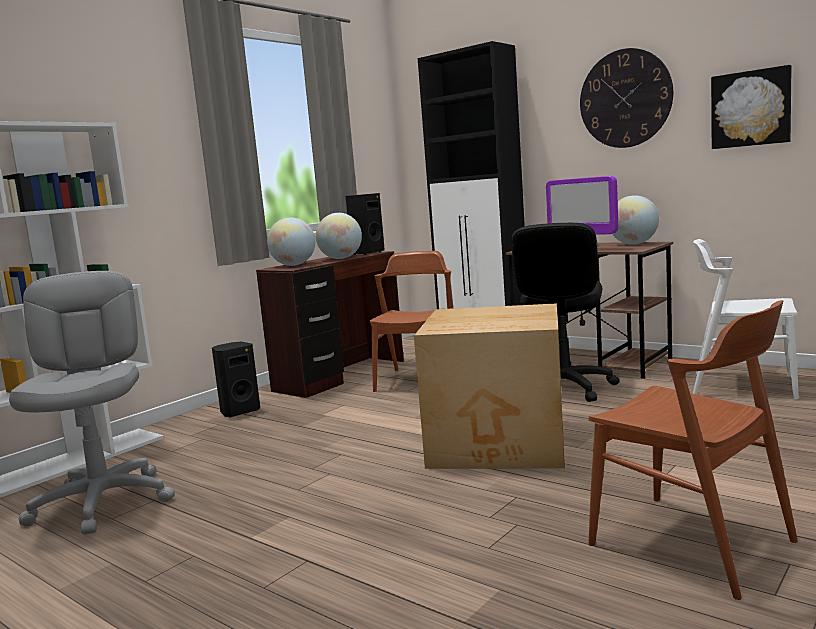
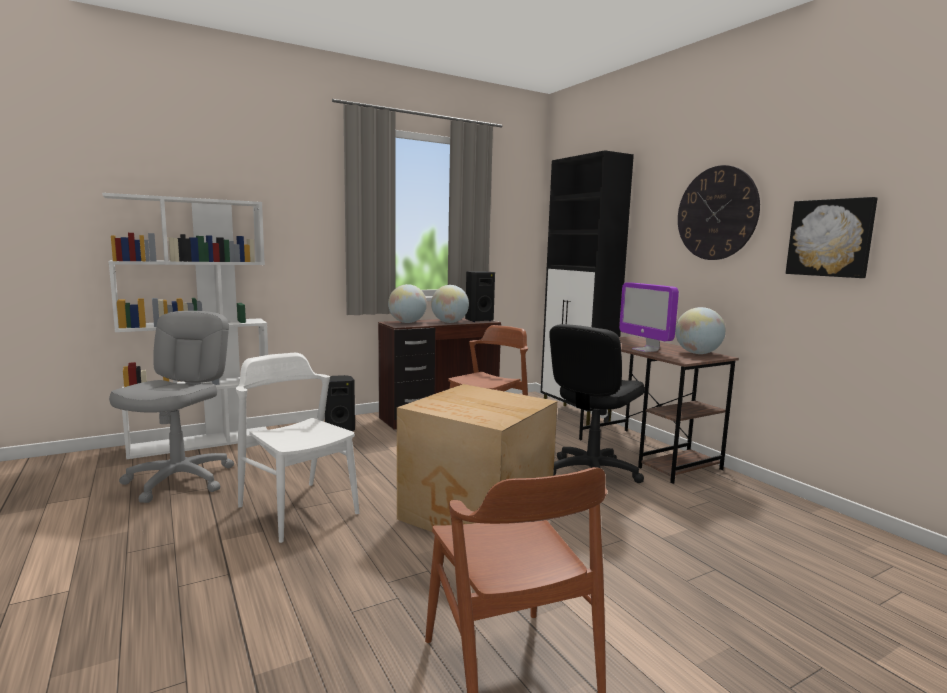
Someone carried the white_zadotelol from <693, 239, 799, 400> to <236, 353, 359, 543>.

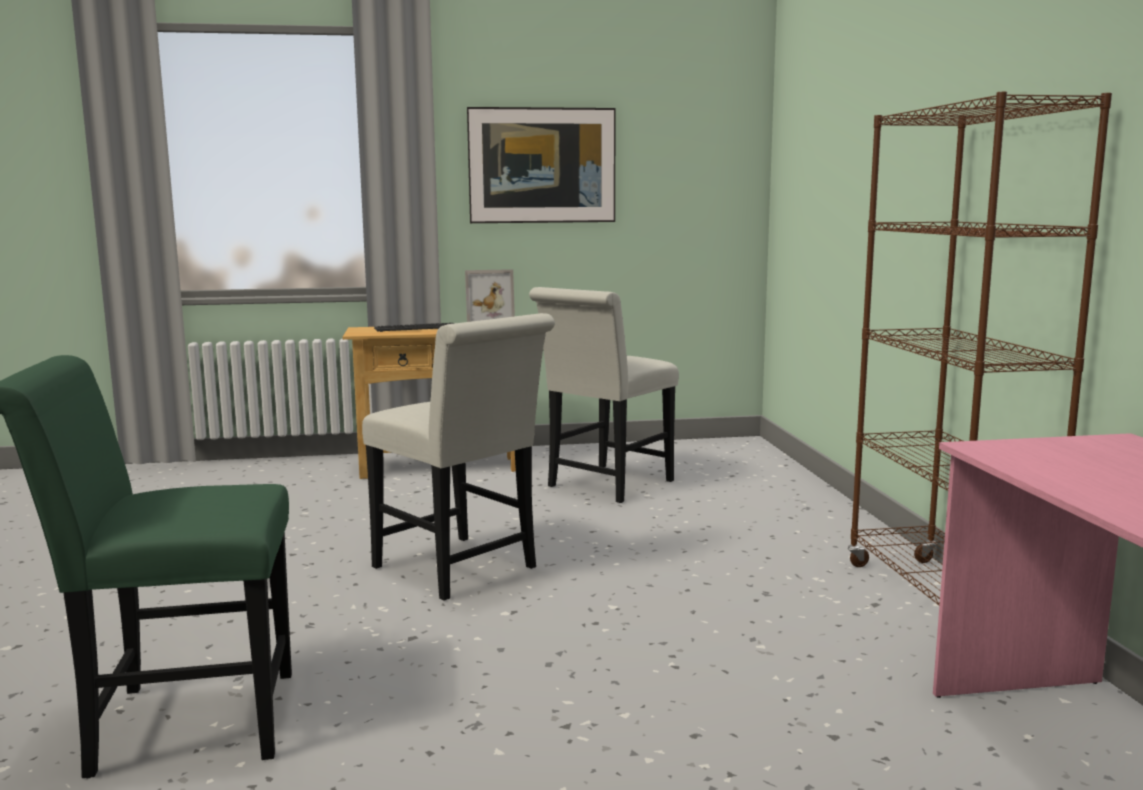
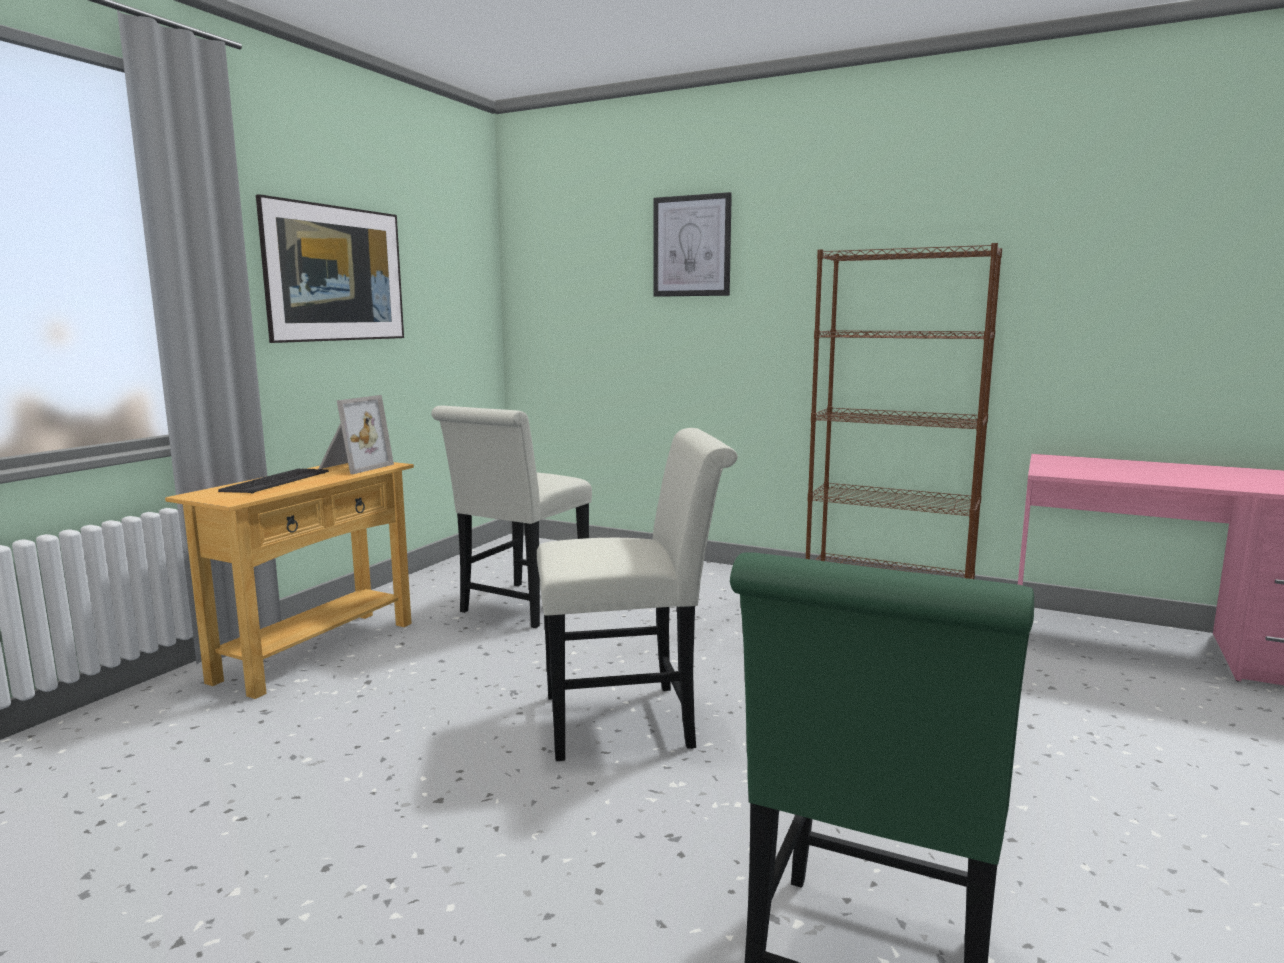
Someone rotated the white_zadotelol at <529, 287, 679, 503> by 45 degrees clockwise.
Someone put up the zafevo at <653, 192, 732, 297>.

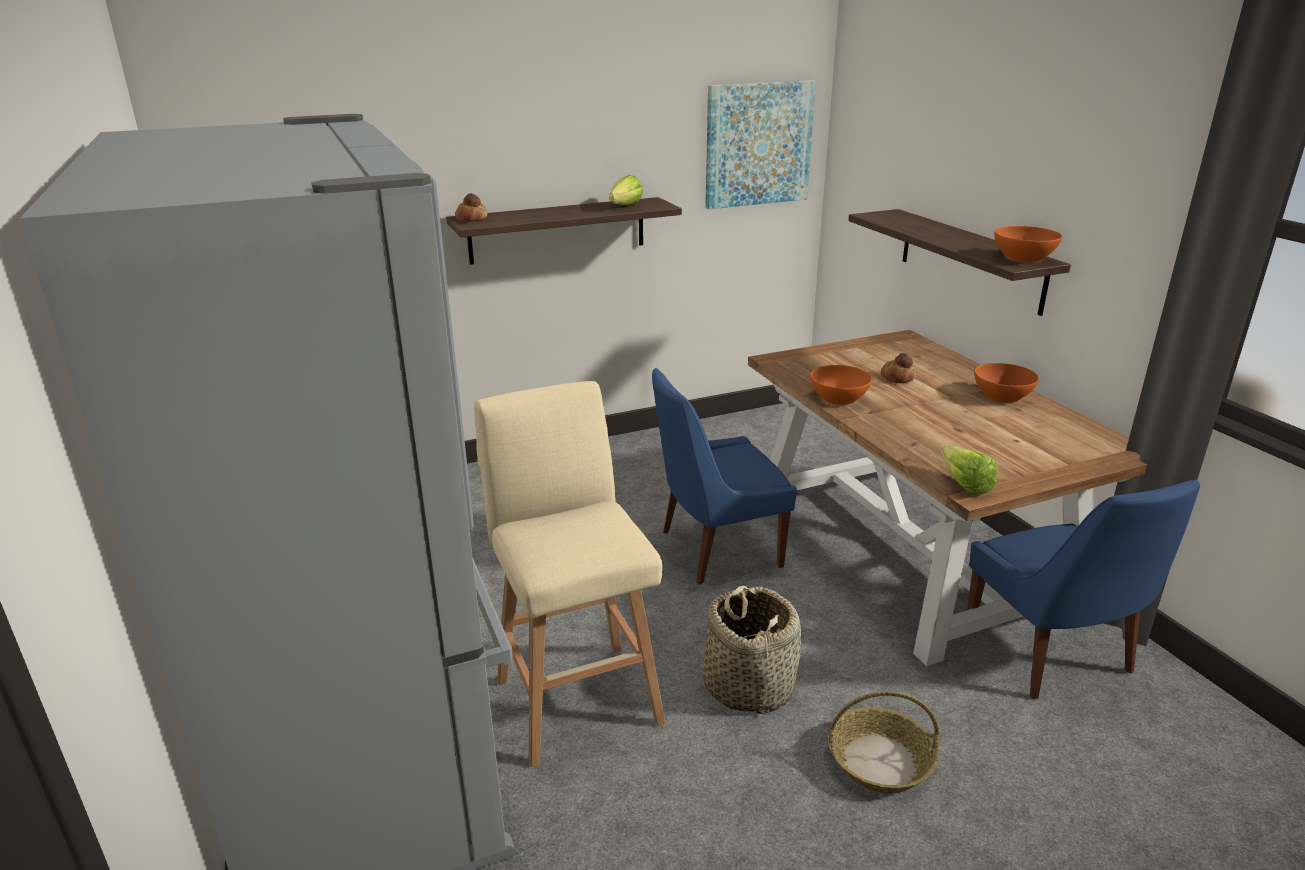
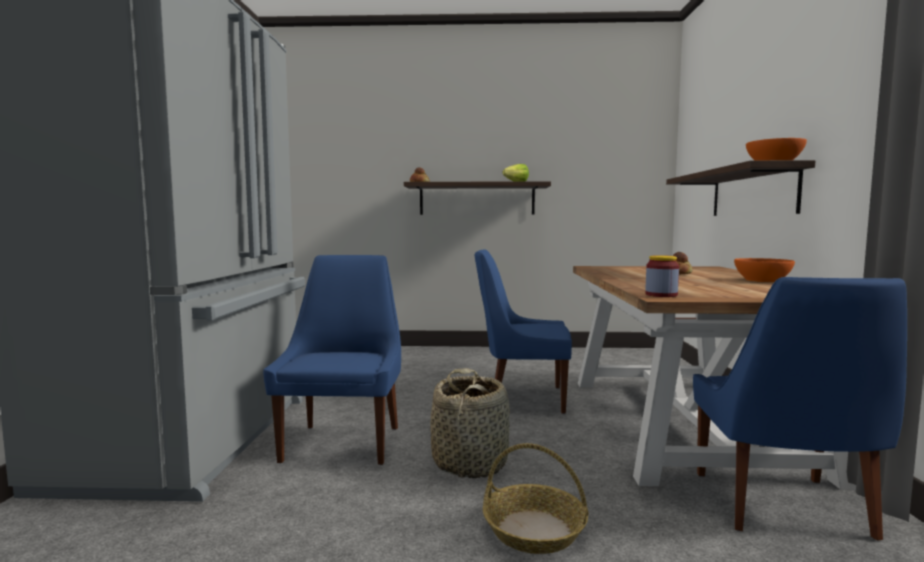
Someone took away the zafevo at <705, 80, 816, 209>.
Someone took away the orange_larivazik at <810, 365, 872, 405>.
Someone swapped the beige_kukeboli at <474, 381, 666, 767> for the blue_zadotelol at <263, 255, 401, 465>.
Someone swapped the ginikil at <941, 446, 998, 495> for the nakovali at <645, 255, 679, 297>.

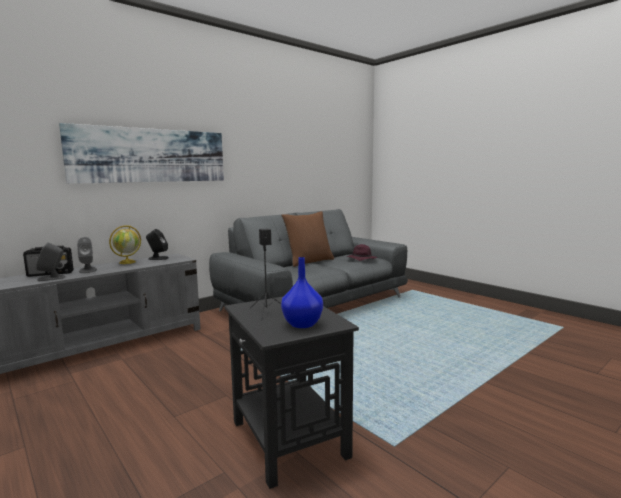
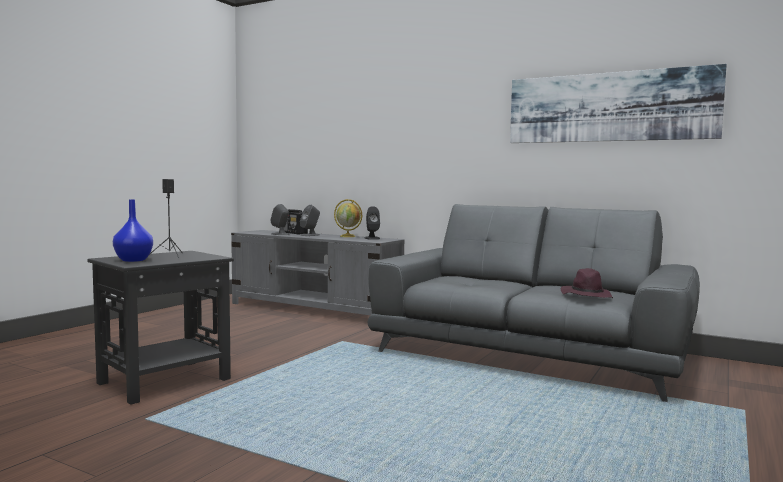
Someone carried the zafevo from <59, 123, 224, 184> to <510, 64, 727, 143>.
Someone took away the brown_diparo at <282, 211, 334, 267>.

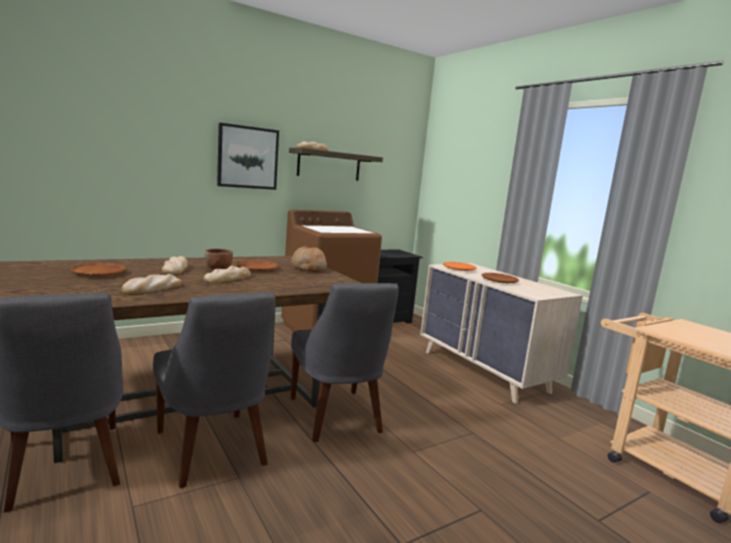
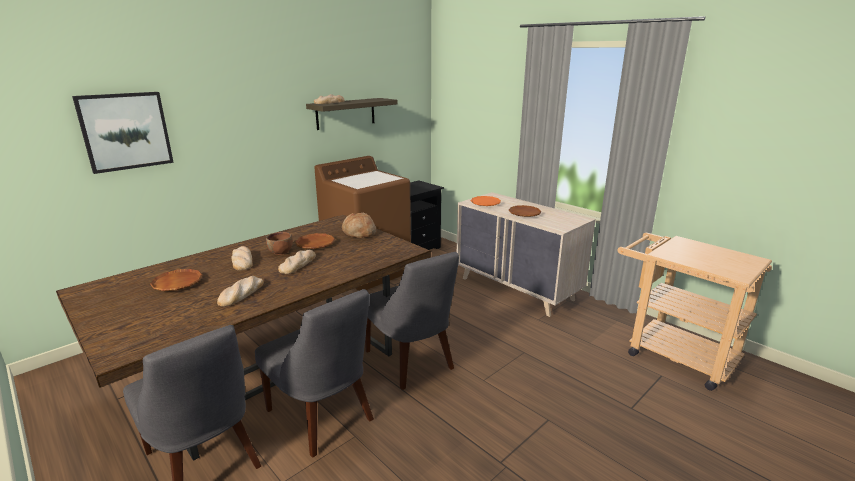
Someone carried the zafevo from <217, 123, 279, 190> to <72, 92, 174, 174>.

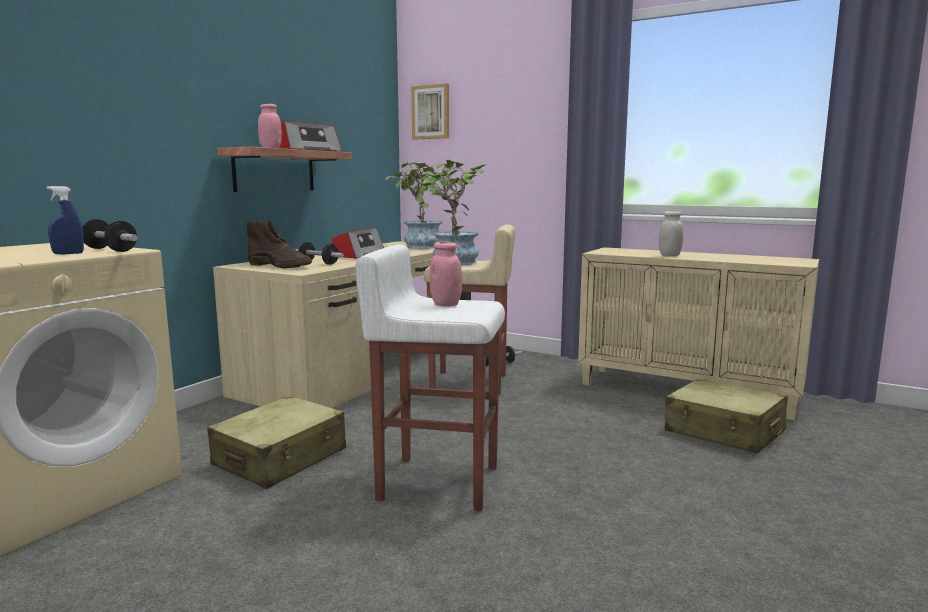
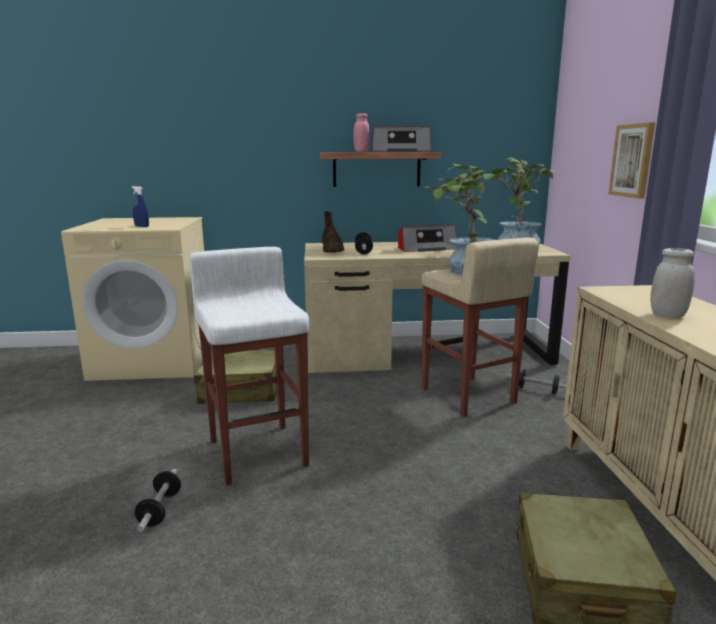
Someone carried the zafevo from <411, 83, 449, 140> to <608, 123, 655, 199>.
Someone carried the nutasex from <82, 219, 138, 252> to <135, 469, 181, 532>.
Someone took away the pink_nakovali at <430, 242, 462, 306>.

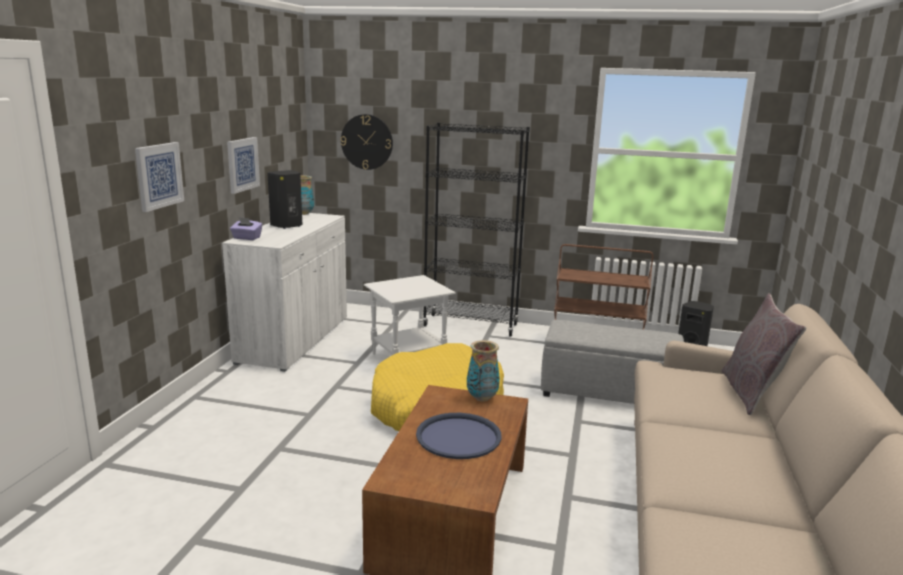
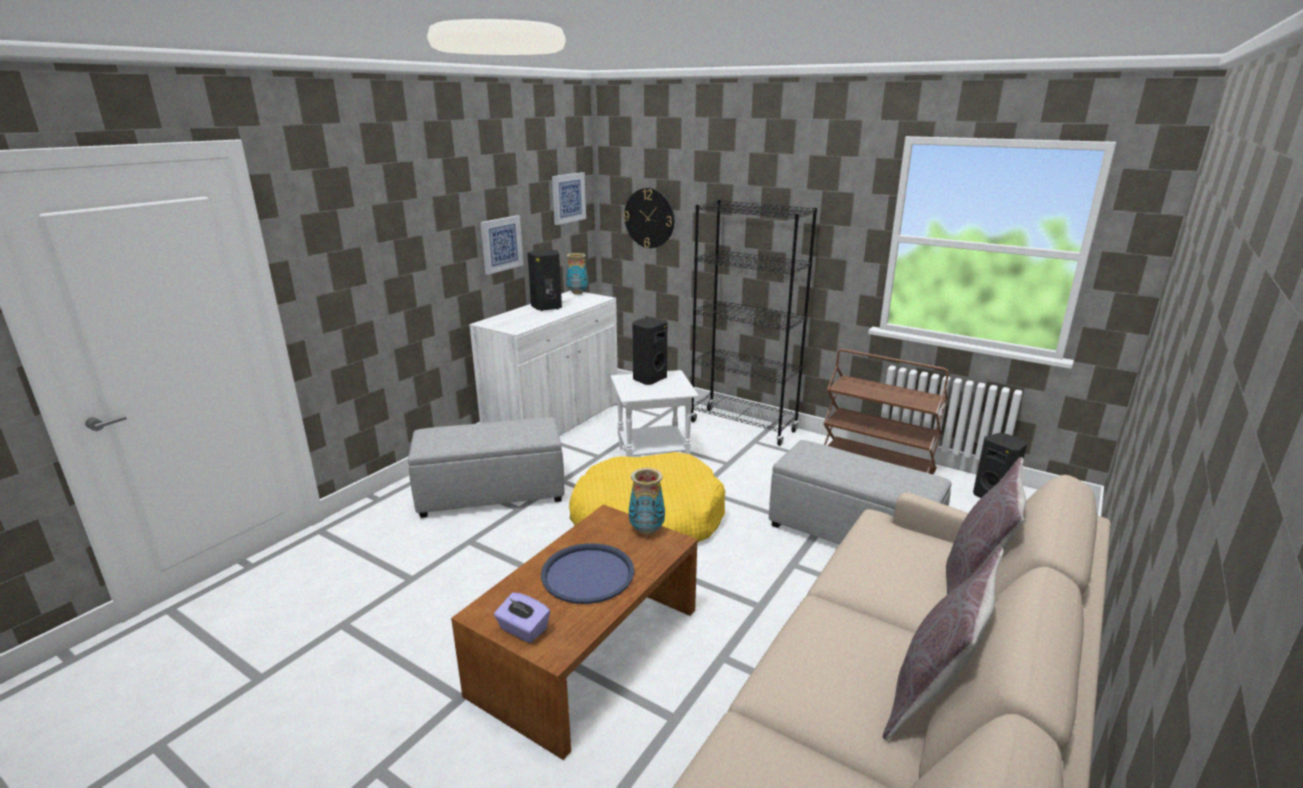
Someone carried the zafevo from <135, 142, 184, 212> to <552, 172, 586, 225>.
Someone carried the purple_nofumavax from <230, 217, 262, 240> to <494, 592, 550, 643>.
Someone put down the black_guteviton at <633, 318, 667, 385>.
Someone put down the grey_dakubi at <408, 417, 564, 518>.
Someone put down the grey_diparo at <883, 547, 1004, 740>.

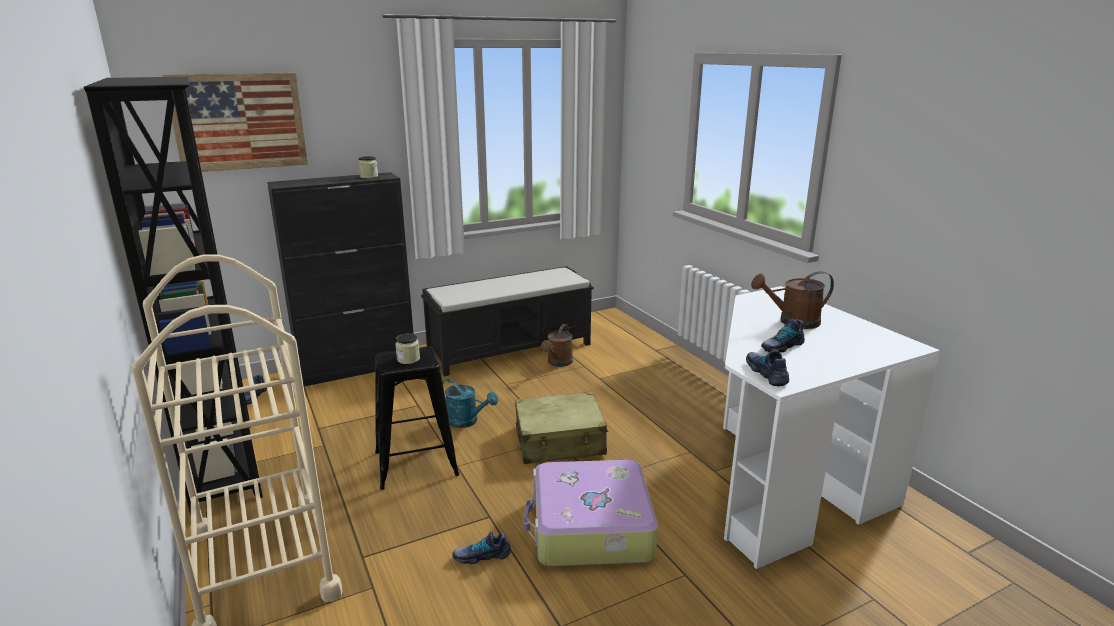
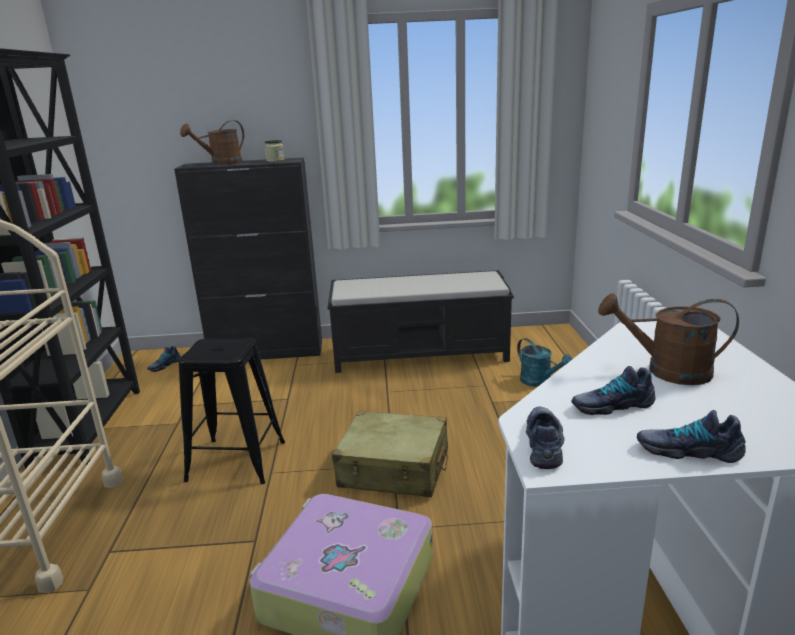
Someone took away the zafevo at <162, 73, 308, 172>.
Someone carried the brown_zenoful from <541, 324, 573, 367> to <180, 120, 244, 165>.
Someone took away the nakovali at <395, 333, 420, 364>.
Someone carried the turquoise_zenoful from <442, 379, 498, 428> to <517, 338, 573, 387>.
Someone carried the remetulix from <452, 531, 511, 564> to <637, 410, 746, 463>.

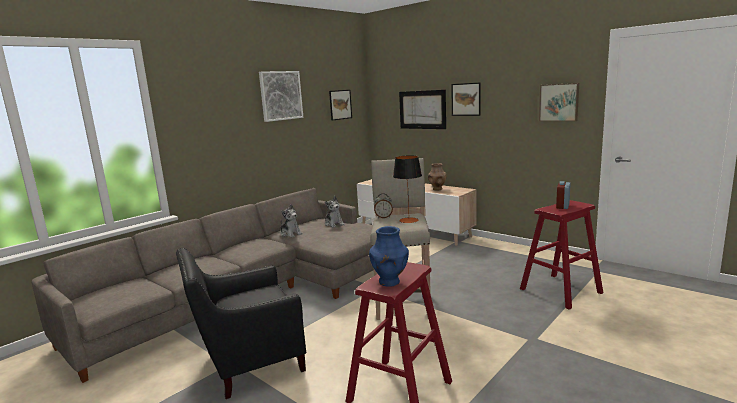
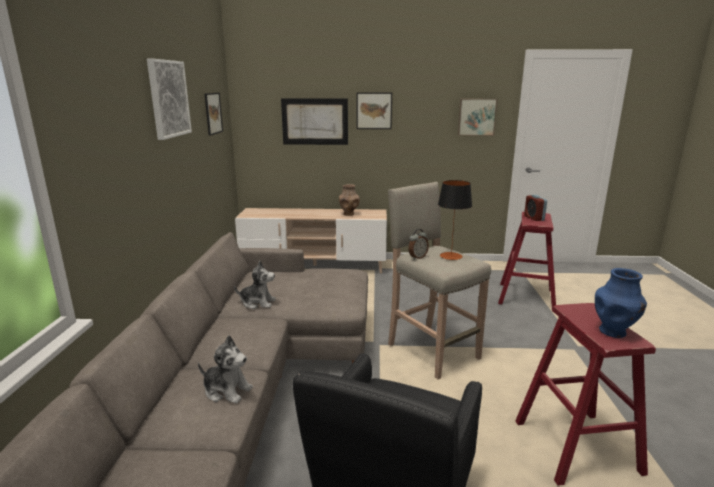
Someone carried the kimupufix from <325, 196, 345, 228> to <198, 335, 253, 404>.

